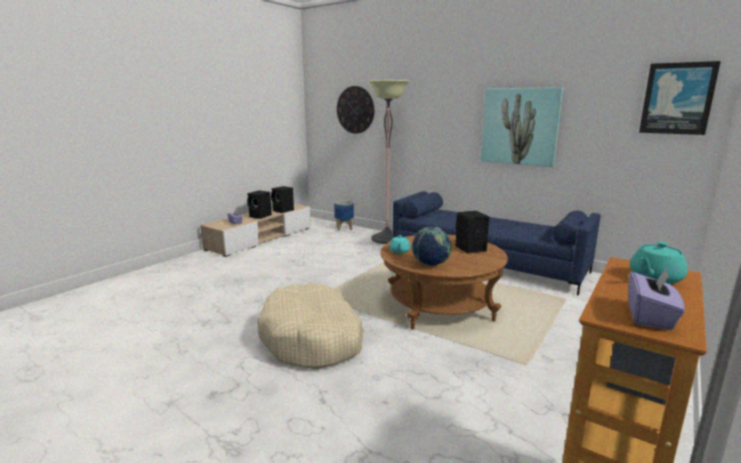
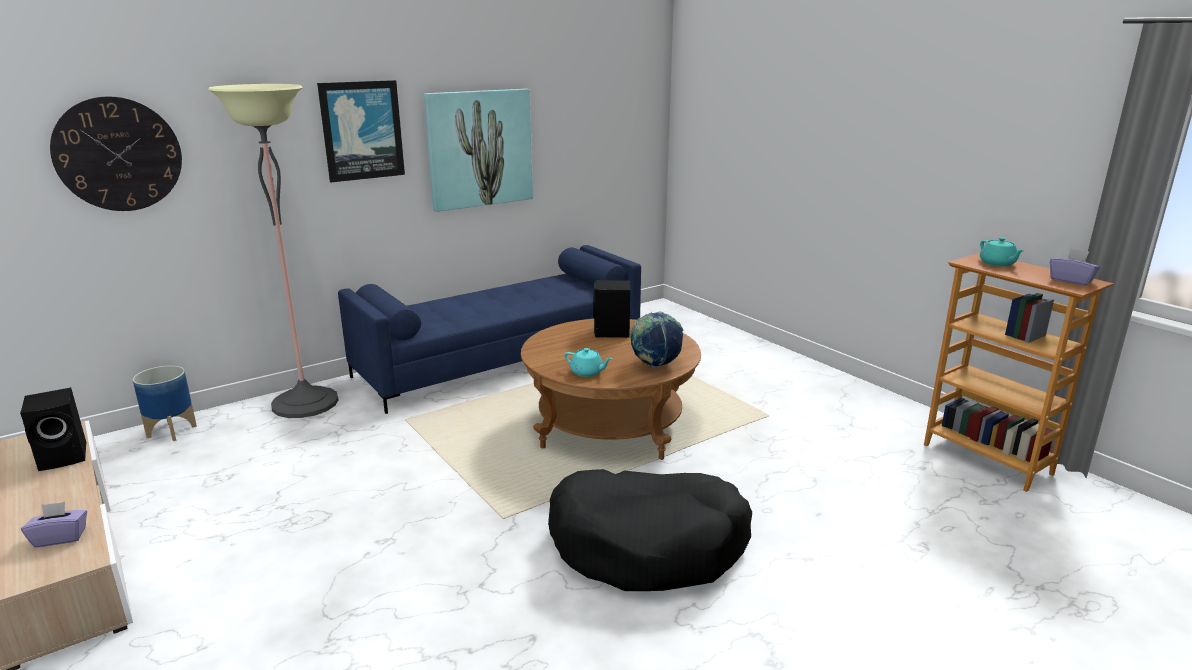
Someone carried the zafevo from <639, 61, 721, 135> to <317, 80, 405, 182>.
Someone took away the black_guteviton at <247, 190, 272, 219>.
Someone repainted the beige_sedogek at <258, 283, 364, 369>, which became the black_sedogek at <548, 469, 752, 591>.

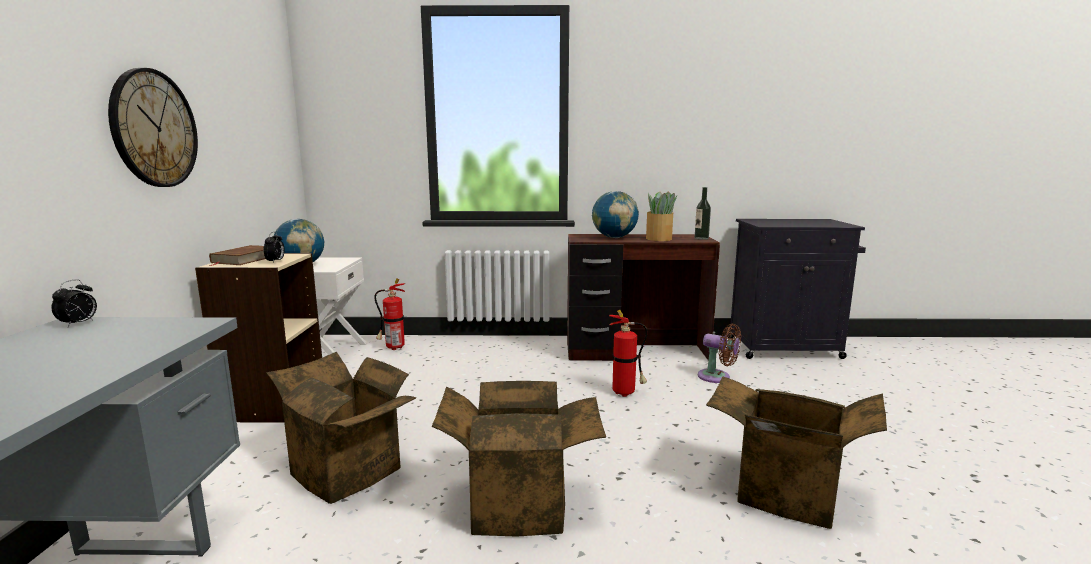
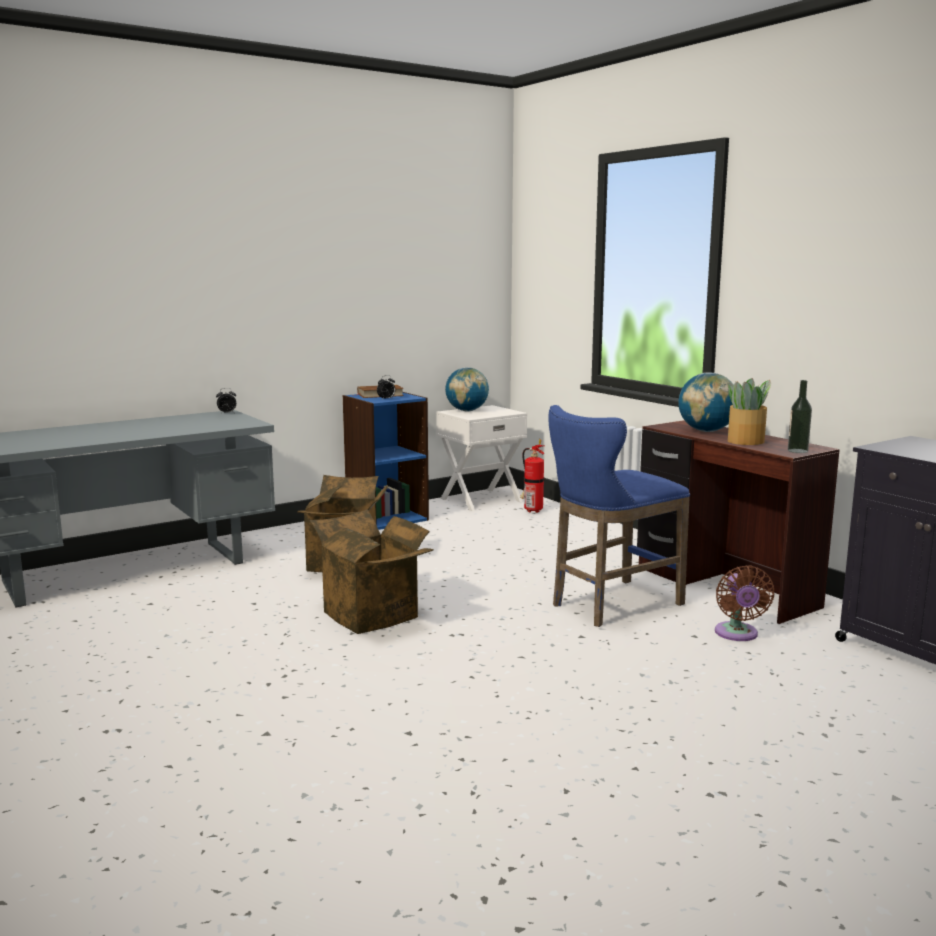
Someone took away the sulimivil at <108, 68, 198, 187>.
Someone repainted the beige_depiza at <195, 253, 322, 423>, which became the blue_depiza at <343, 392, 429, 530>.
Someone swapped the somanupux at <609, 310, 648, 397> for the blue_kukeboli at <548, 405, 690, 627>.
Someone took away the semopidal at <706, 377, 887, 529>.

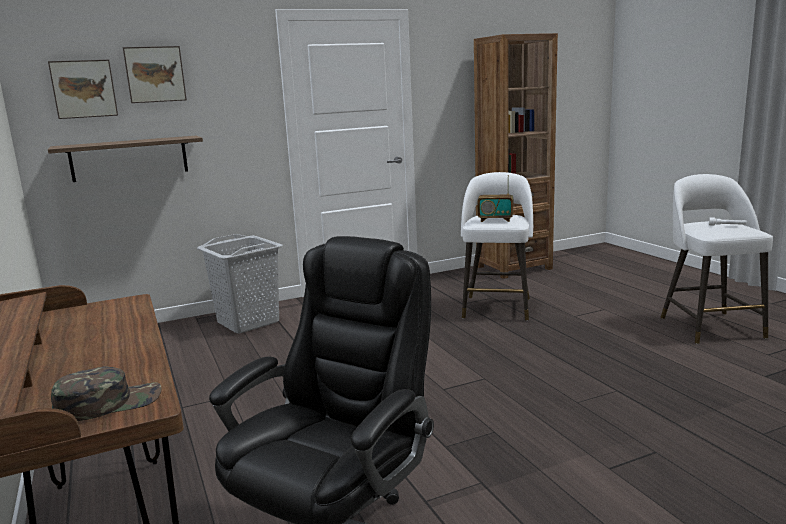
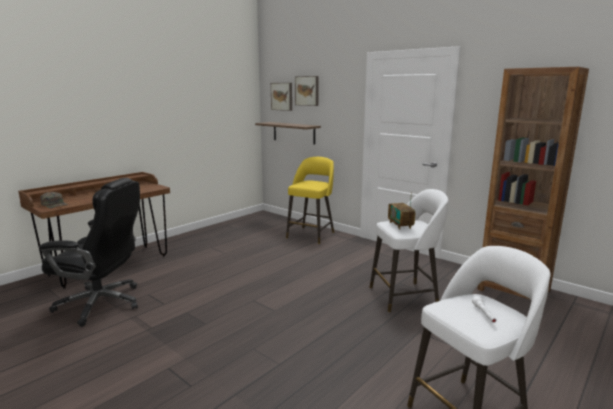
Someone swapped the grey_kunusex at <197, 234, 283, 334> for the yellow_kukeboli at <286, 157, 334, 244>.

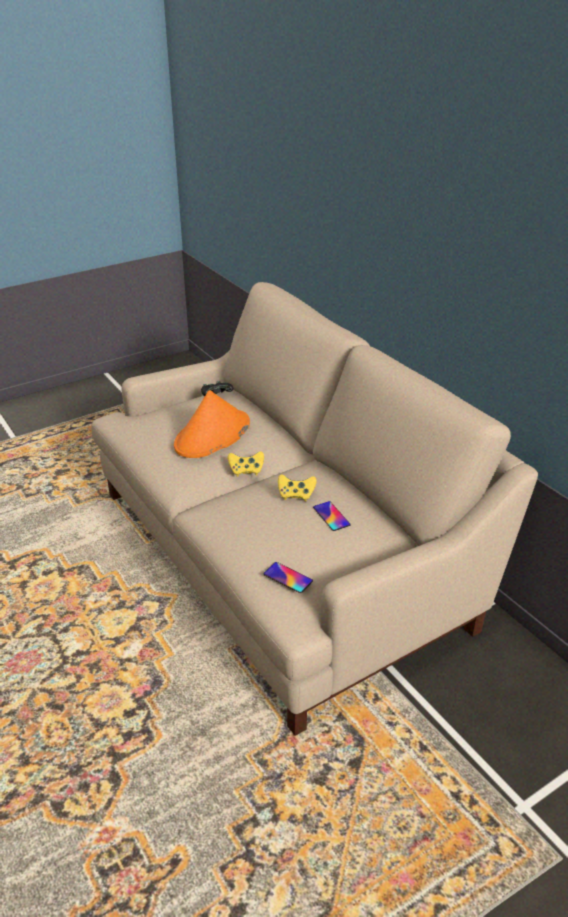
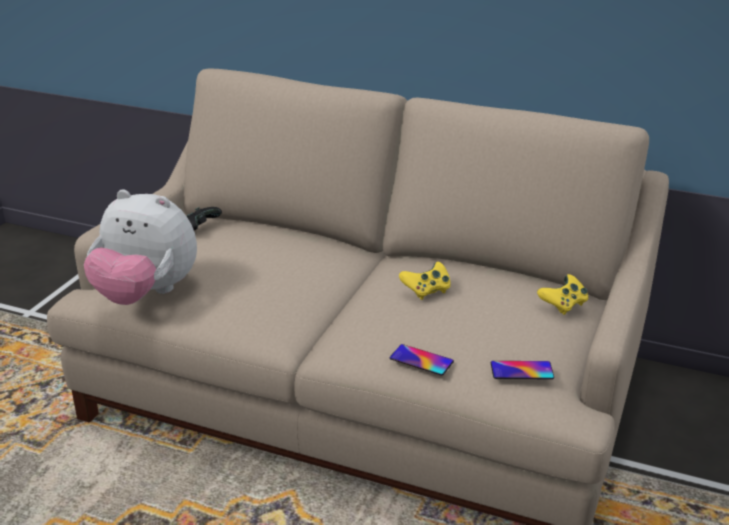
Someone took away the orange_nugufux at <174, 390, 250, 458>.
Someone carried the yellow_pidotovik from <228, 451, 264, 476> to <537, 274, 589, 315>.
Someone carried the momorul from <313, 501, 351, 531> to <390, 344, 454, 375>.
Someone put down the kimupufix at <84, 189, 197, 305>.

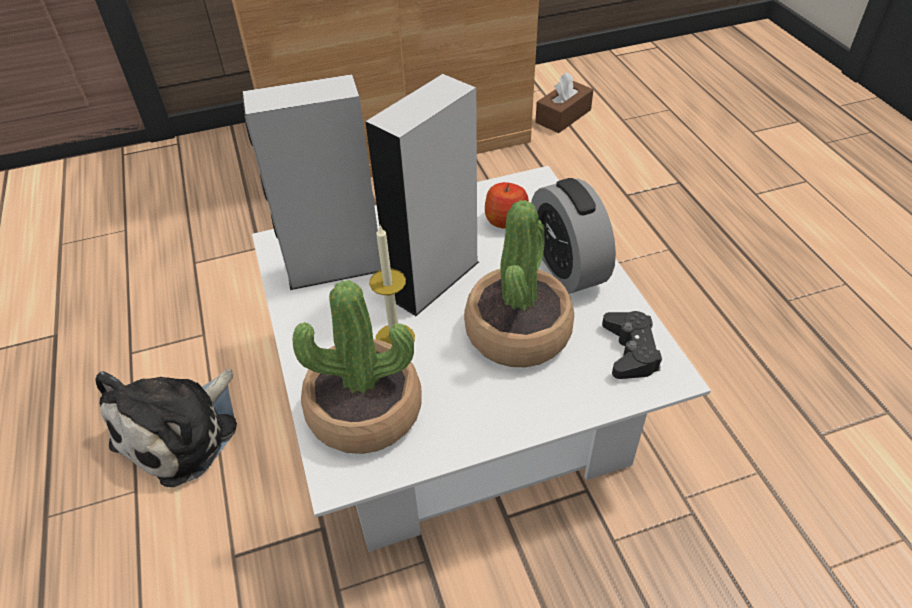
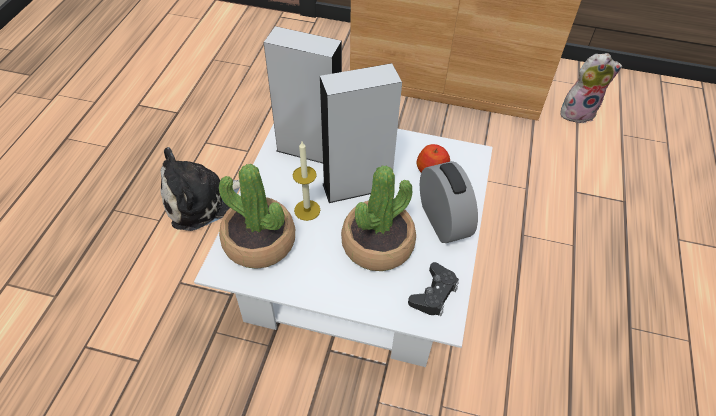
Someone swapped the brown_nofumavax at <535, 72, 593, 133> for the kimupufix at <560, 53, 622, 123>.
Someone rotated the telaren at <531, 178, 616, 294> by 150 degrees clockwise.

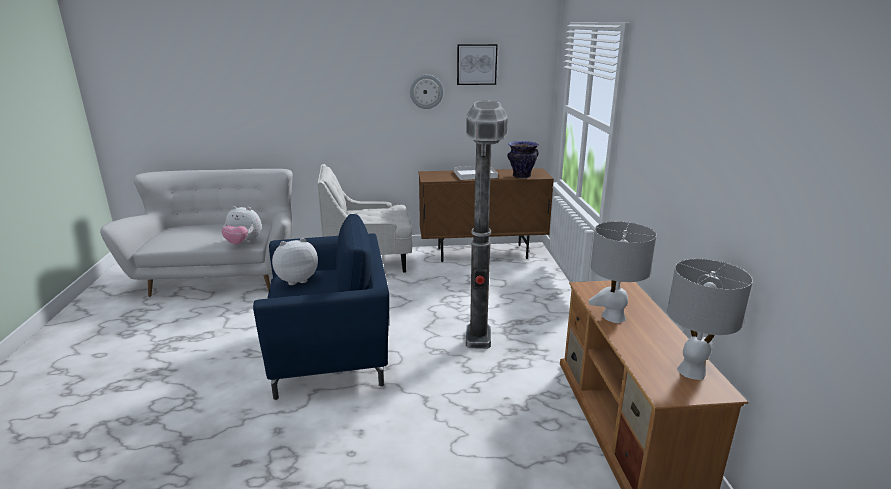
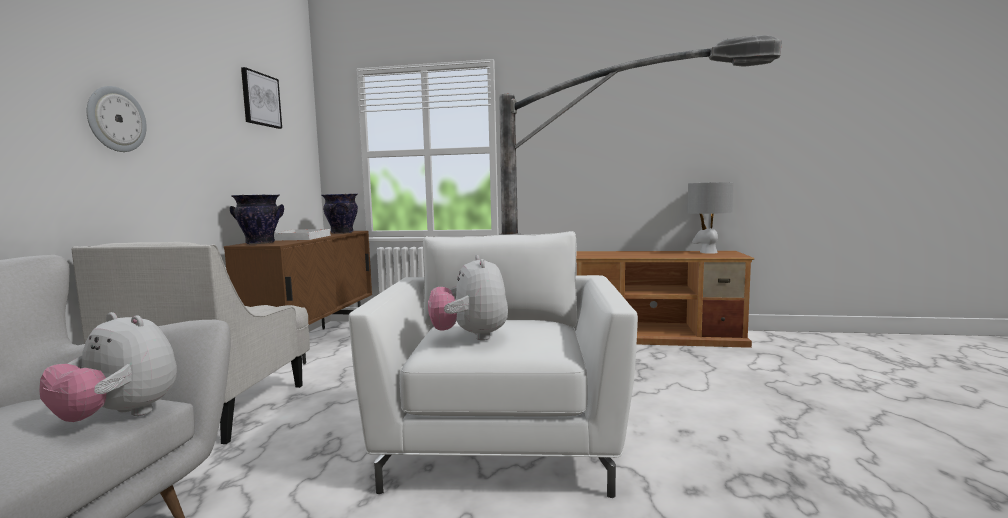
Someone carried the sulimivil from <410, 75, 443, 109> to <87, 86, 147, 152>.
Someone rotated the kimupufix at <221, 206, 261, 245> by 90 degrees clockwise.
Someone repainted the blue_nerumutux at <253, 214, 389, 400>, which became the white_nerumutux at <349, 231, 638, 498>.
Someone took away the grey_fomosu at <588, 221, 657, 323>.
Someone put down the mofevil at <230, 194, 284, 244>.

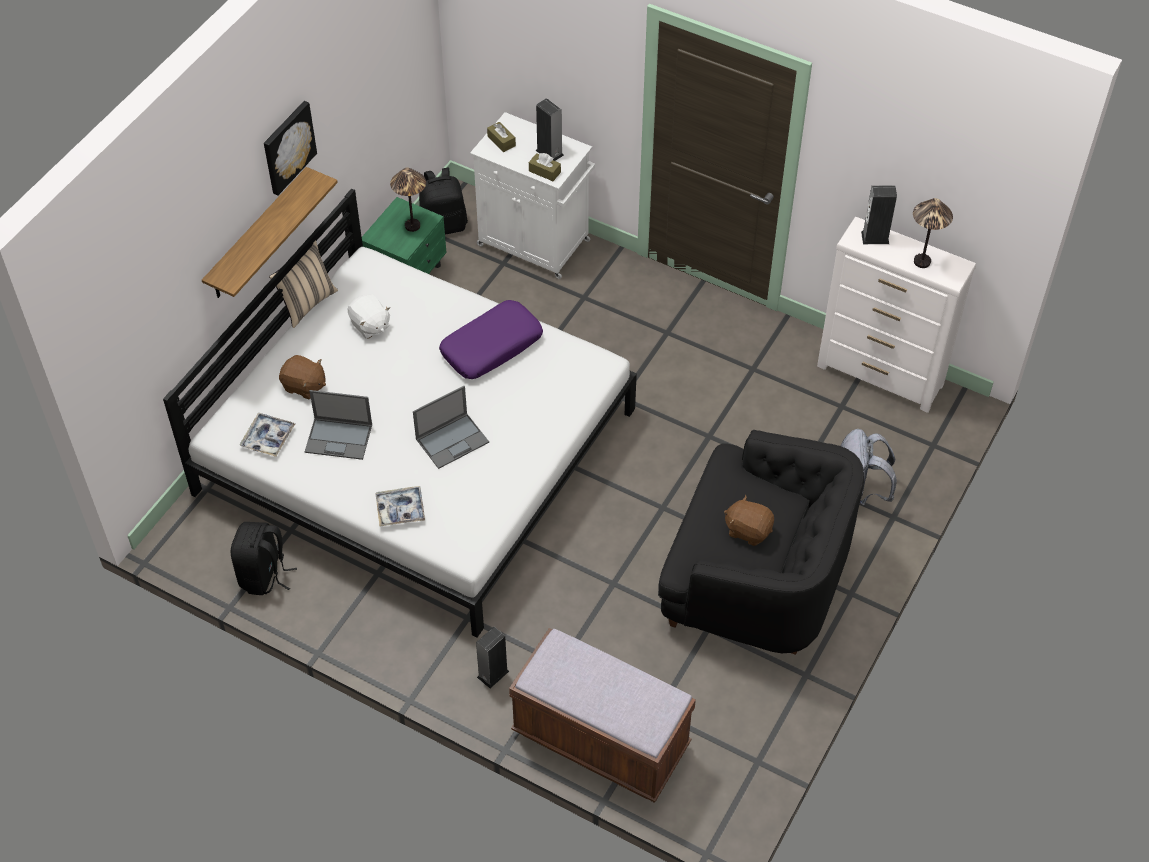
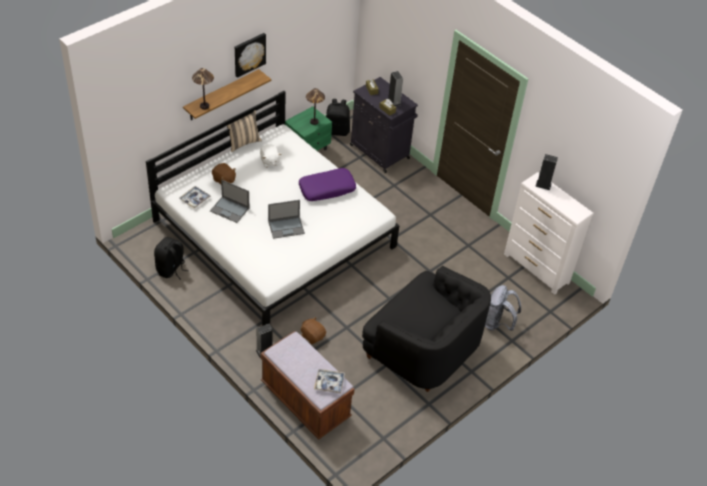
Someone repainted the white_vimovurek at <470, 112, 595, 279>, which became the black_vimovurek at <350, 77, 418, 173>.
Someone carried the fomosu from <913, 198, 953, 268> to <192, 68, 214, 110>.
Someone carried the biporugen from <375, 486, 425, 526> to <314, 369, 345, 394>.
Someone carried the brown_kimupufix from <724, 495, 774, 546> to <300, 317, 326, 344>.

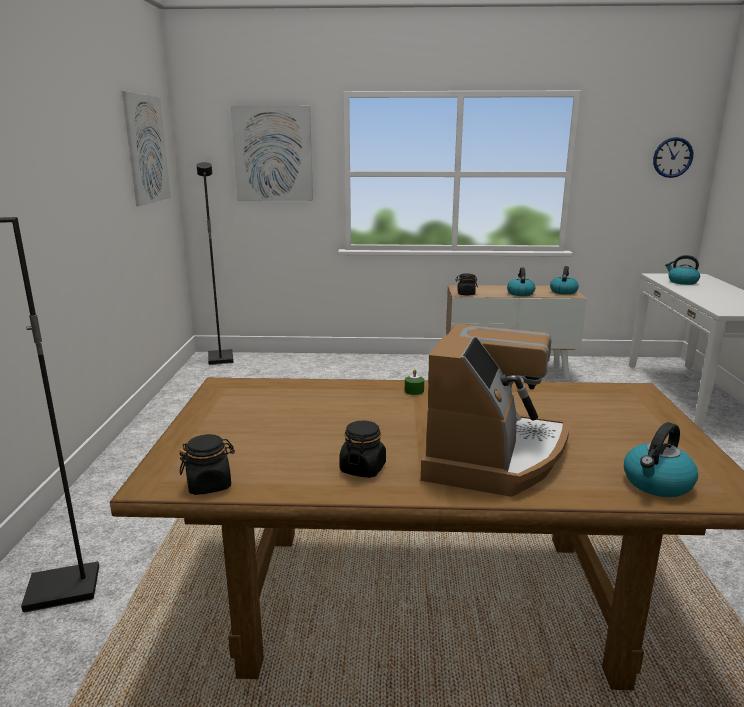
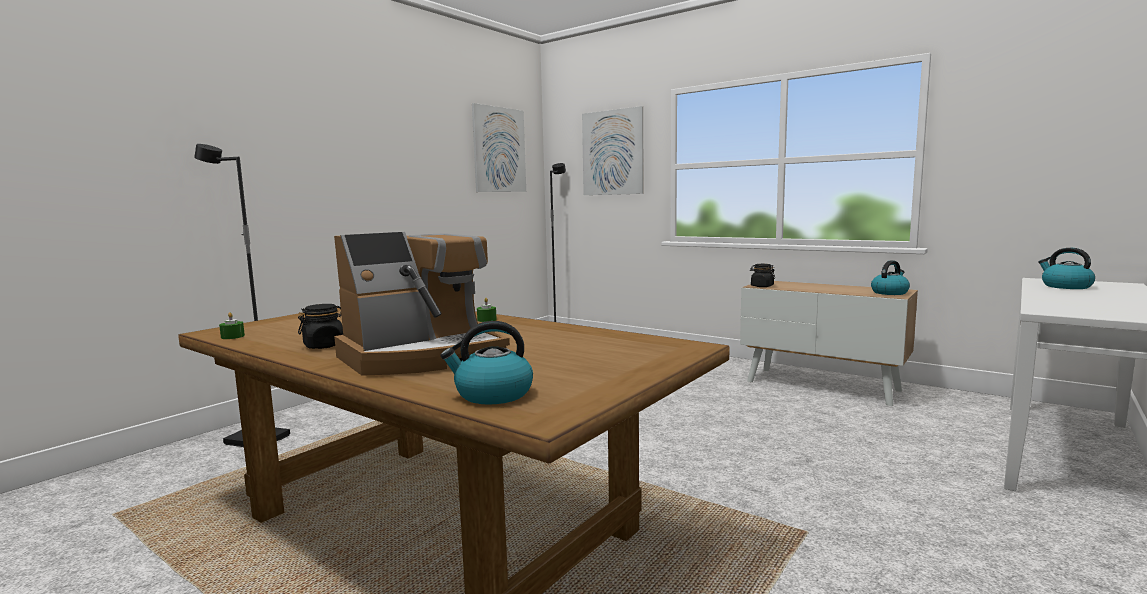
Someone took away the sulimivil at <653, 137, 693, 178>.
Someone took away the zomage at <507, 267, 535, 296>.
Someone swapped the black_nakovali at <180, 434, 235, 495> for the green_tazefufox at <219, 312, 245, 339>.

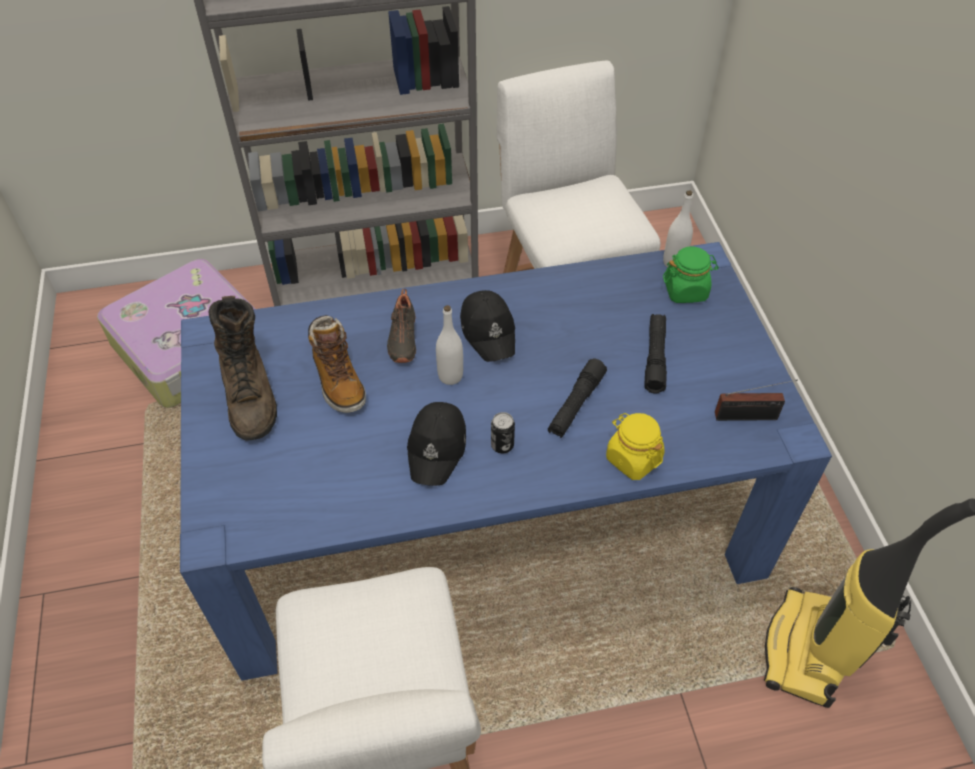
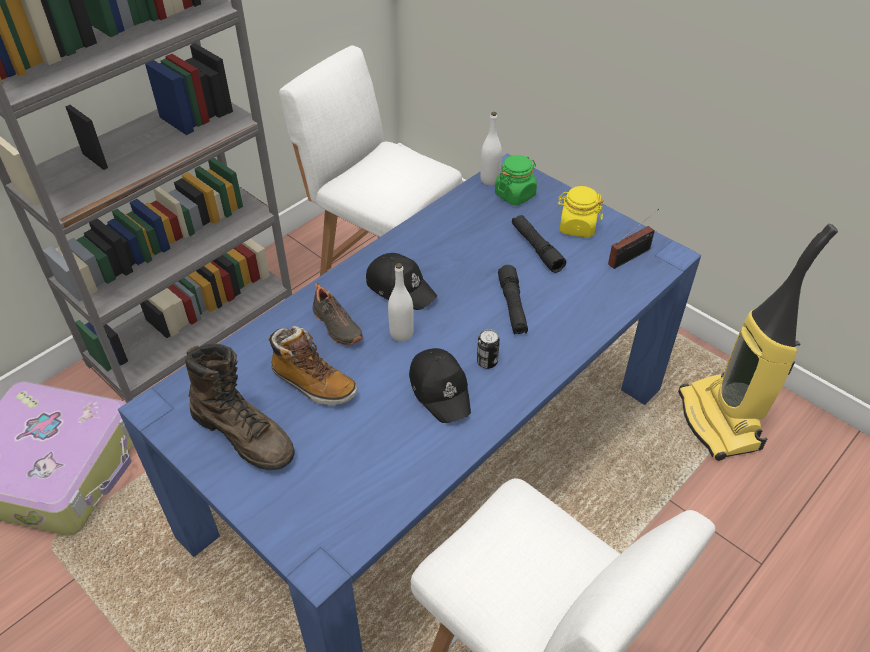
Someone carried the yellow_nakovali from <606, 413, 664, 480> to <557, 186, 604, 237>.

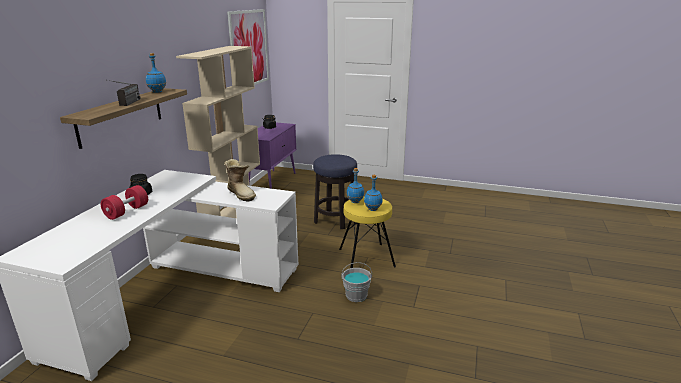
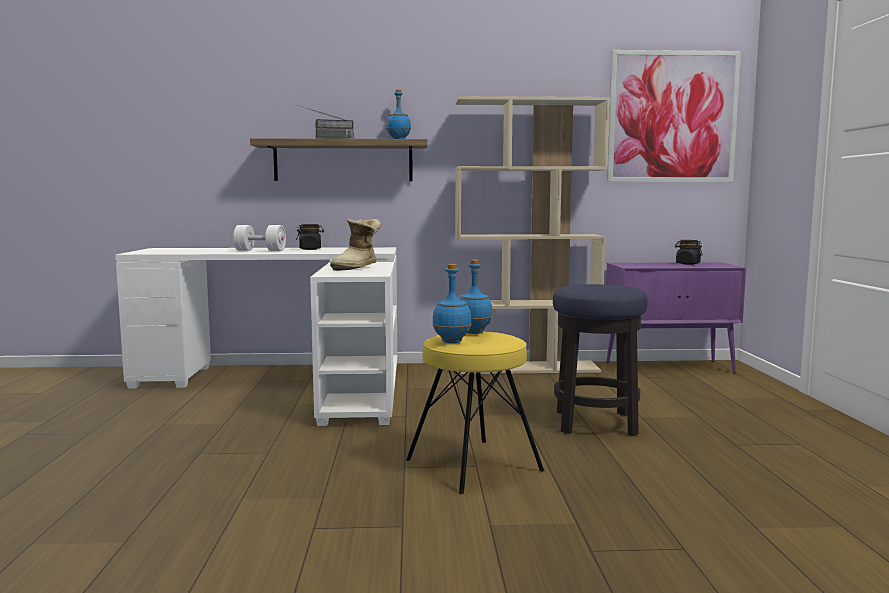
Someone repainted the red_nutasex at <101, 185, 148, 220>, which became the white_nutasex at <233, 225, 286, 251>.
Someone took away the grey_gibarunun at <341, 262, 372, 302>.

